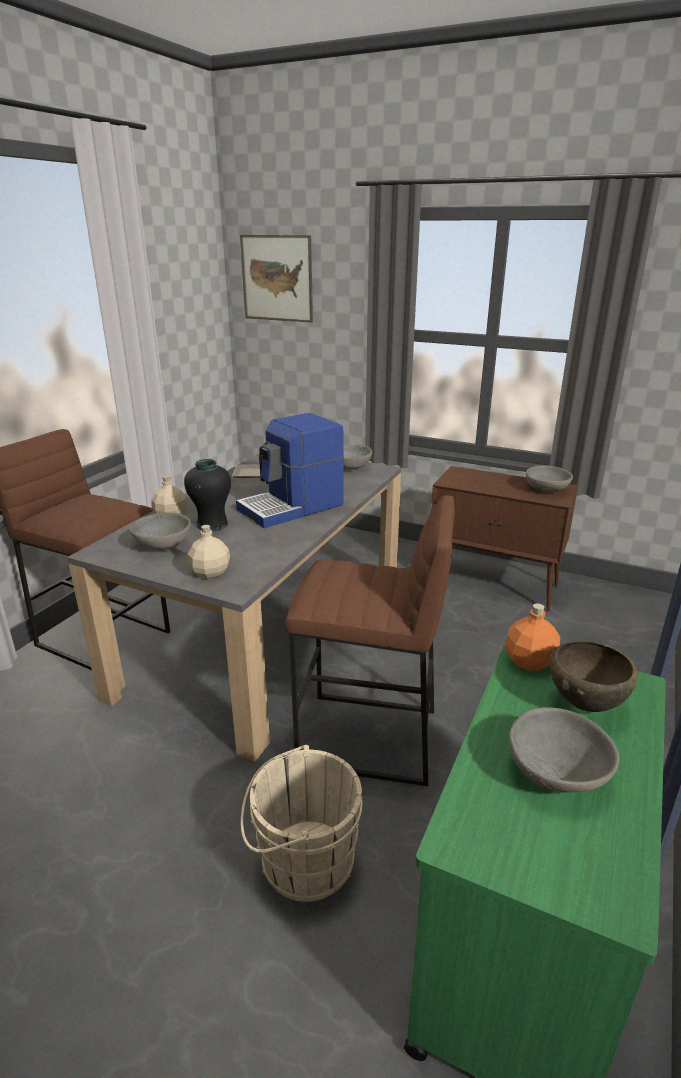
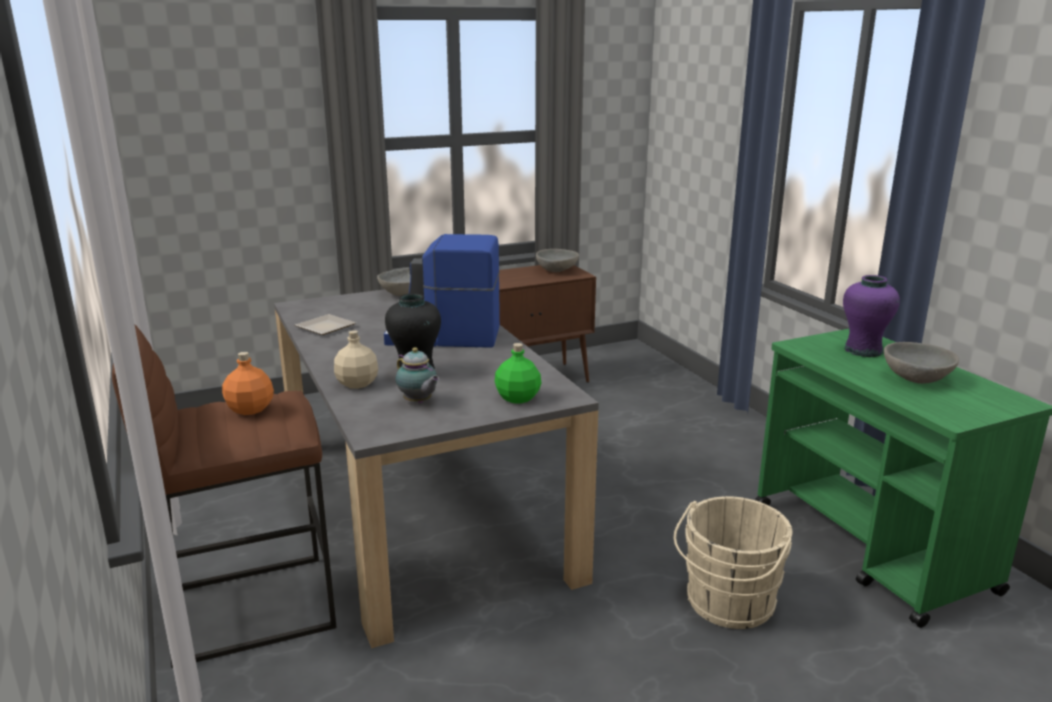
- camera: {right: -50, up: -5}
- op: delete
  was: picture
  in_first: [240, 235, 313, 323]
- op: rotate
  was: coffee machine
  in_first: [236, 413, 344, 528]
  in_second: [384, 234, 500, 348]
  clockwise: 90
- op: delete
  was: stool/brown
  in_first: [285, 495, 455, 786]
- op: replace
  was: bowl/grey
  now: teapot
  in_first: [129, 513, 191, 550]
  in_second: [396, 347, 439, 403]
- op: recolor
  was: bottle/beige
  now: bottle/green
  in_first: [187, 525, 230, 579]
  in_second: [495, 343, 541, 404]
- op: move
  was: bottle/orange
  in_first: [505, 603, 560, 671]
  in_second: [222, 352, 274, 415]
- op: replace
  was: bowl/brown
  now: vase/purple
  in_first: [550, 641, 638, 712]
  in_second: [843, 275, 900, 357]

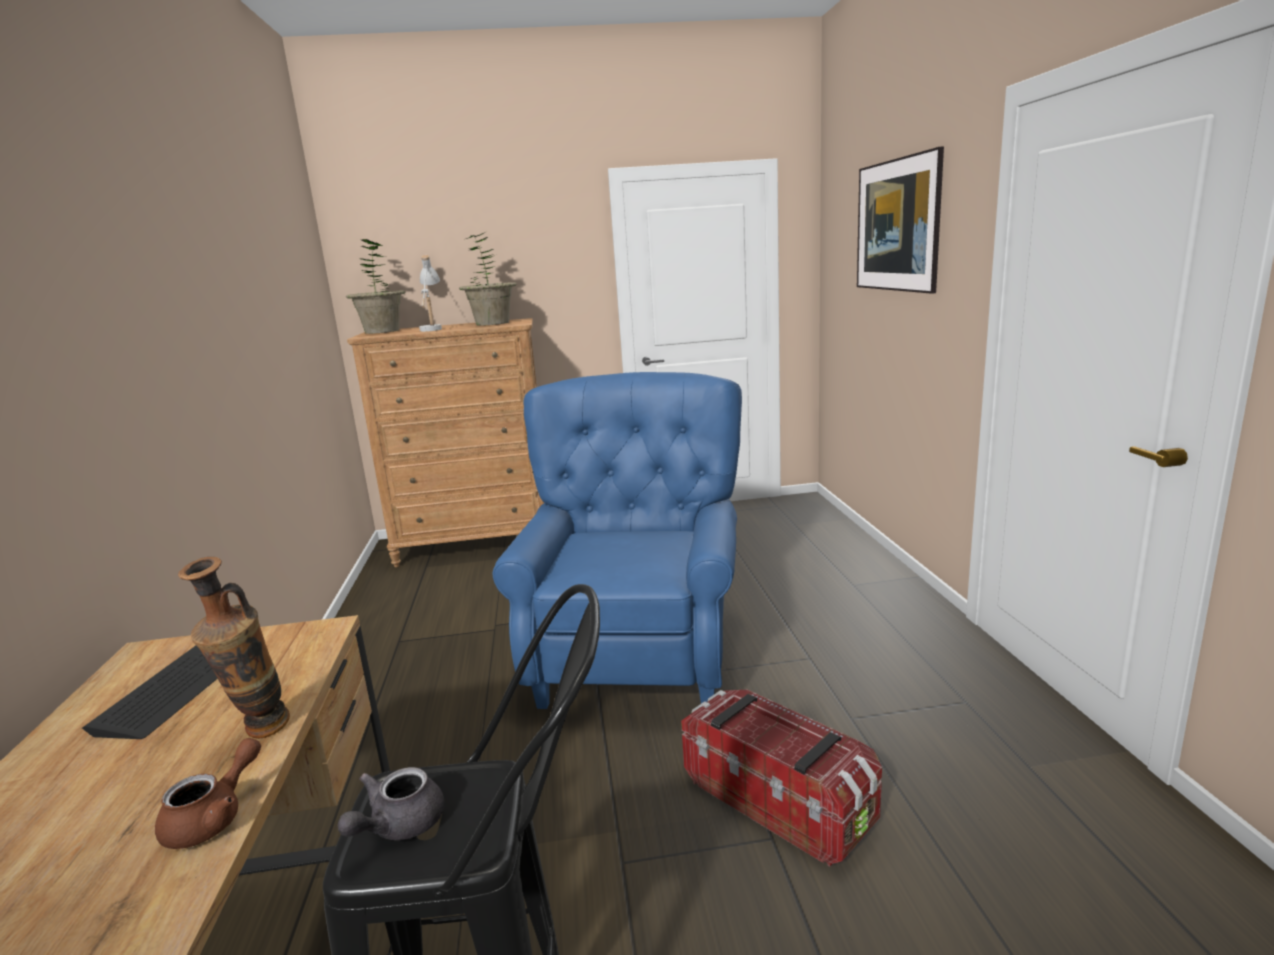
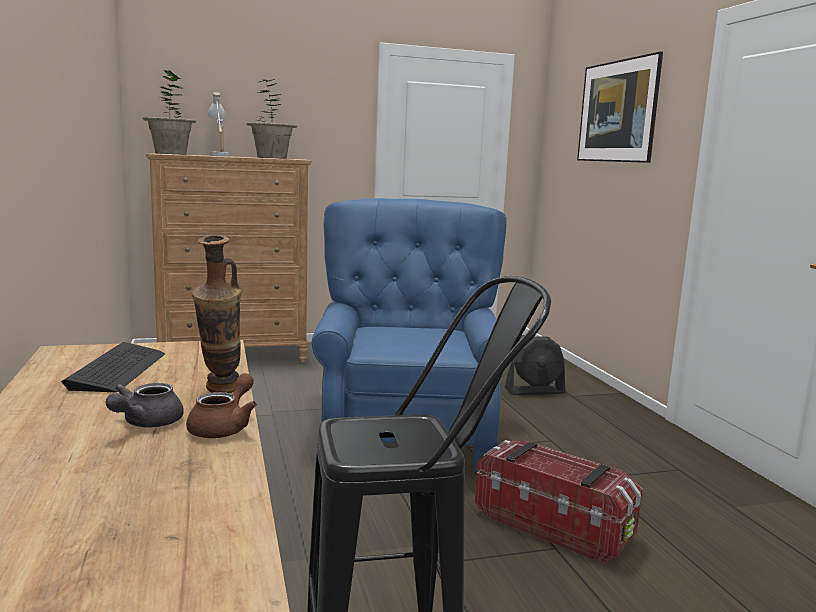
- camera: {right: -10, up: -5}
- op: move
  was: teapot/grey
  in_first: [338, 767, 445, 840]
  in_second: [105, 383, 184, 428]
- op: insert
  now: fan/black
  in_second: [504, 336, 565, 395]

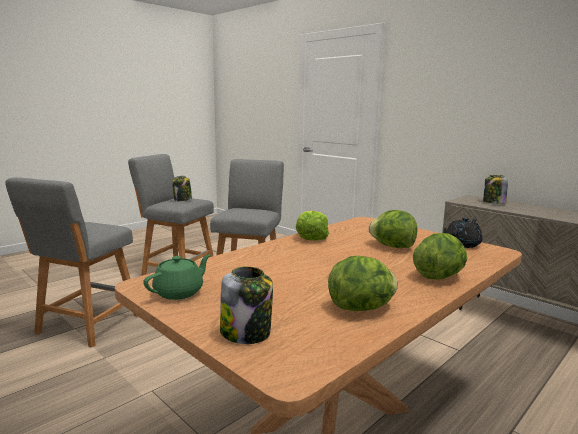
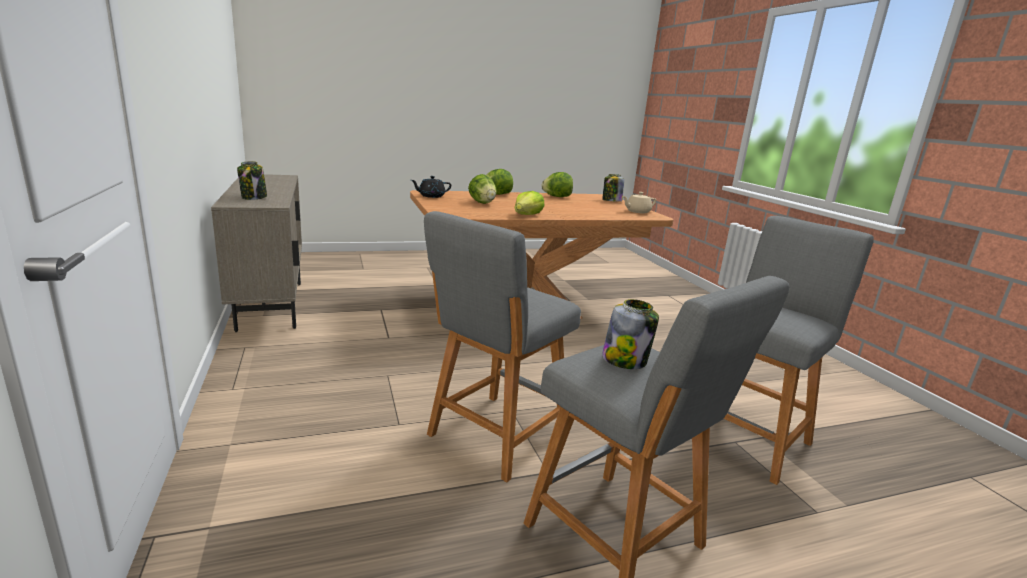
- camera: {right: -155, up: 5}
- op: recolor
  was: teapot/green
  now: teapot/beige
  in_first: [143, 254, 211, 300]
  in_second: [623, 192, 656, 213]

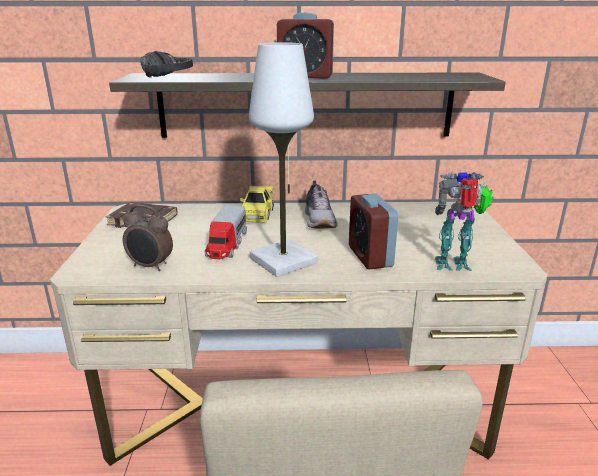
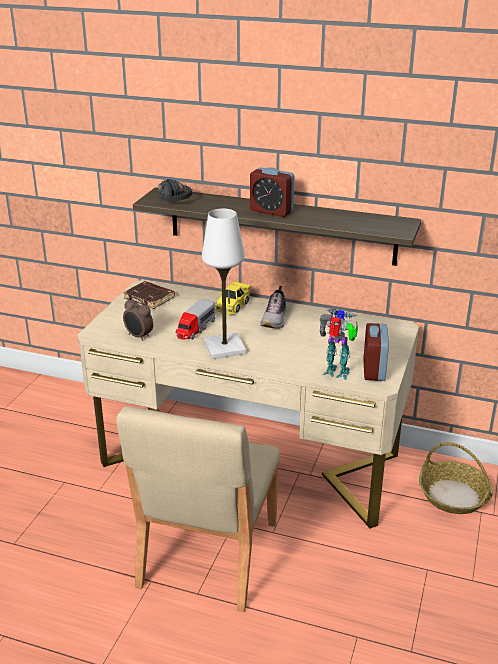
- camera: {right: 20, up: 5}
- op: move
  was: alarm clock
  in_first: [349, 193, 398, 269]
  in_second: [364, 323, 389, 381]
- op: insert
  now: basket
  in_second: [419, 442, 493, 514]

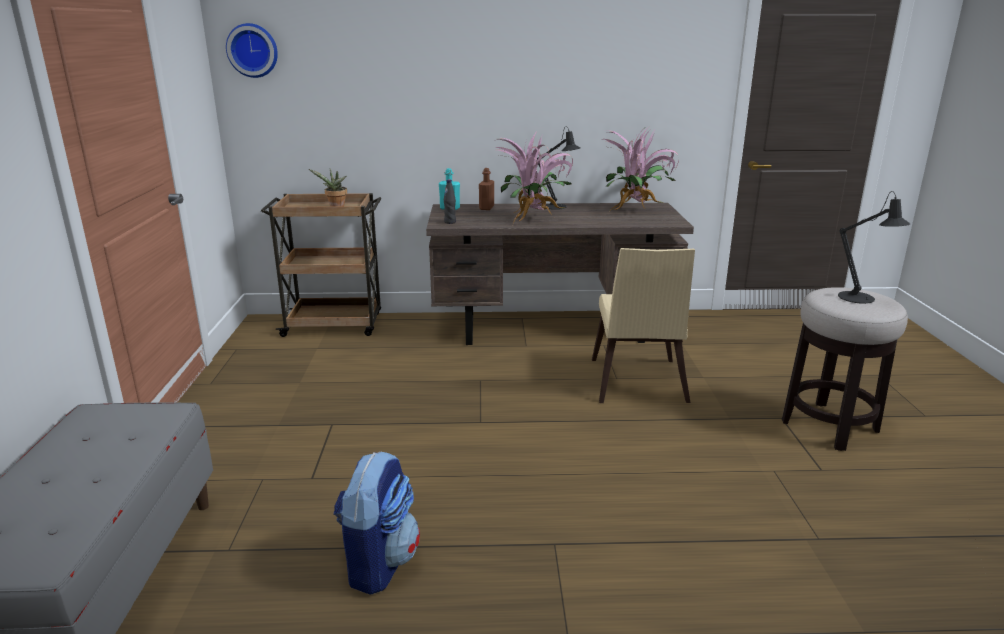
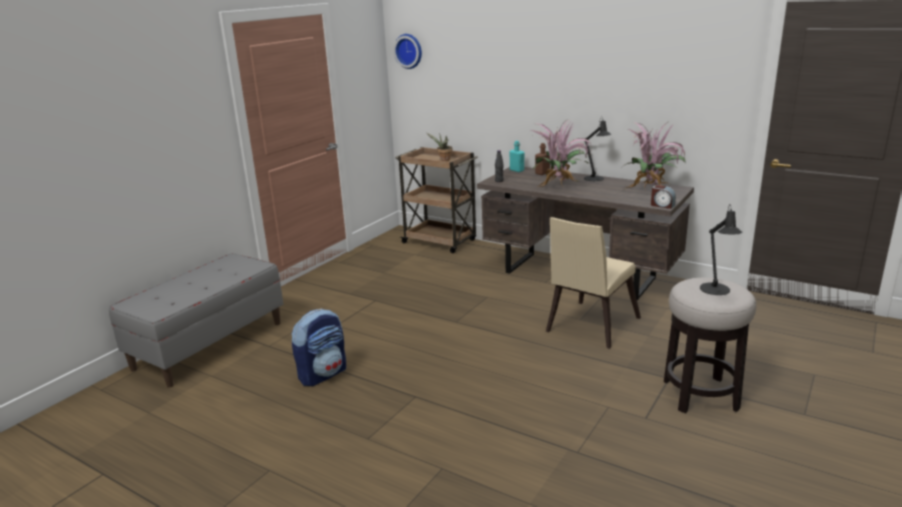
- camera: {right: 35, up: 0}
- op: insert
  now: alarm clock
  in_second: [651, 185, 676, 209]

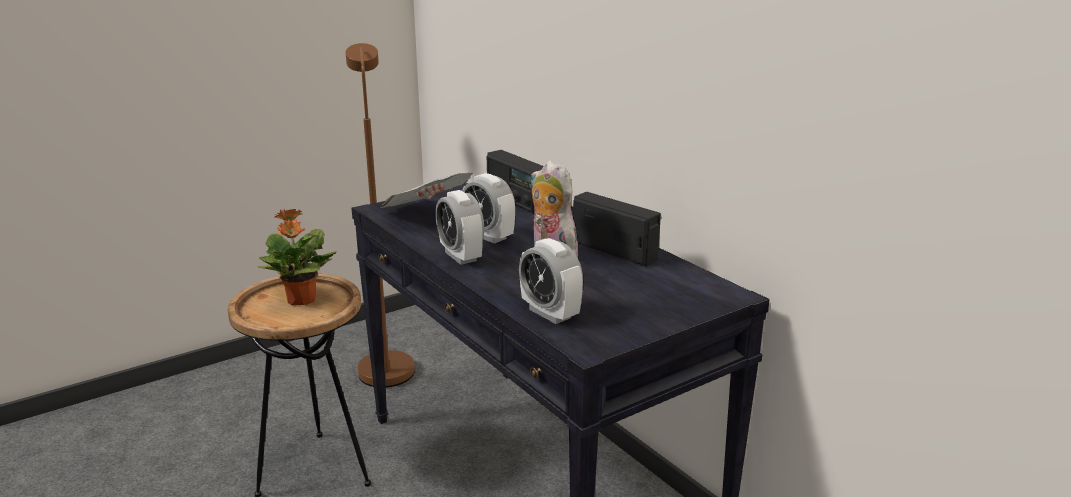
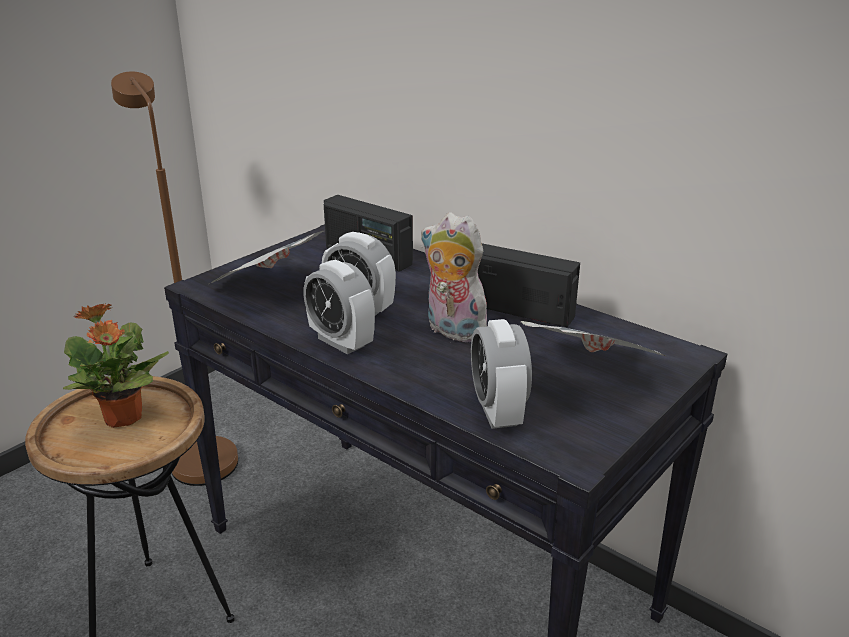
- camera: {right: -15, up: 5}
- op: rotate
  was: alarm clock
  in_first: [519, 238, 583, 324]
  in_second: [471, 319, 532, 429]
  clockwise: 45
- op: insert
  now: newspaper
  in_second: [521, 321, 666, 356]

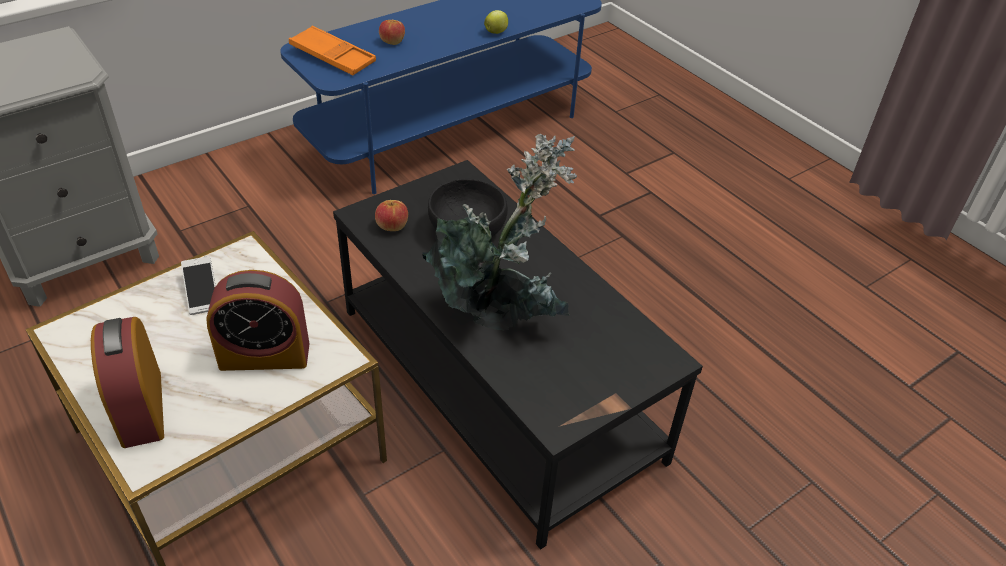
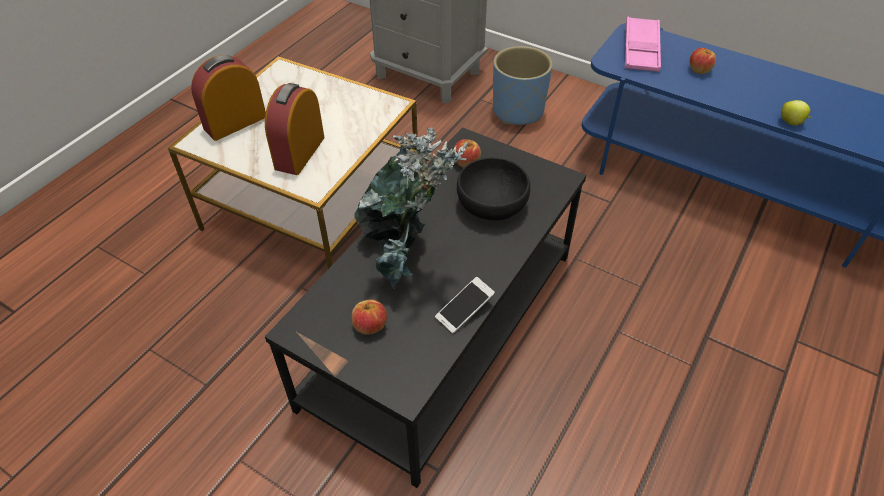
- camera: {right: 70, up: 5}
- op: recolor
  was: tray/orange
  now: tray/pink
  in_first: [289, 26, 376, 75]
  in_second: [625, 17, 661, 72]
- op: move
  was: phone
  in_first: [181, 256, 216, 315]
  in_second: [435, 277, 495, 334]
- op: rotate
  was: alarm clock
  in_first: [206, 270, 310, 371]
  in_second: [265, 83, 324, 175]
  clockwise: 45
- op: insert
  now: planter/blue
  in_second: [493, 46, 553, 125]
- op: insert
  now: apple
  in_second: [352, 300, 387, 335]

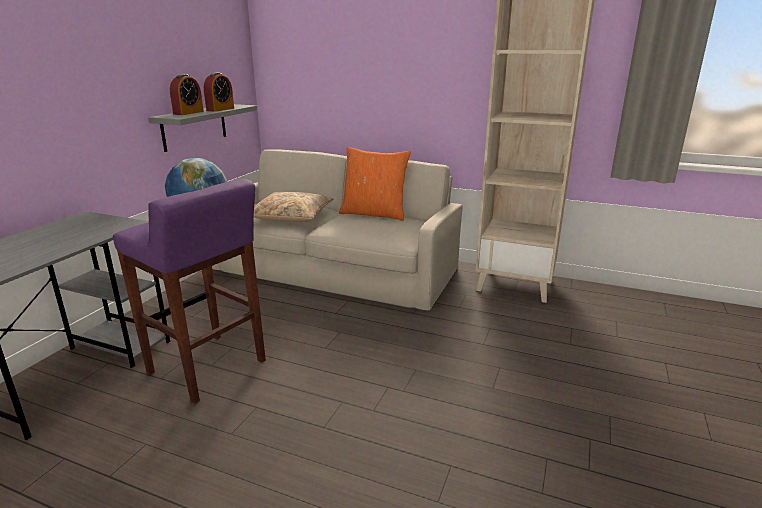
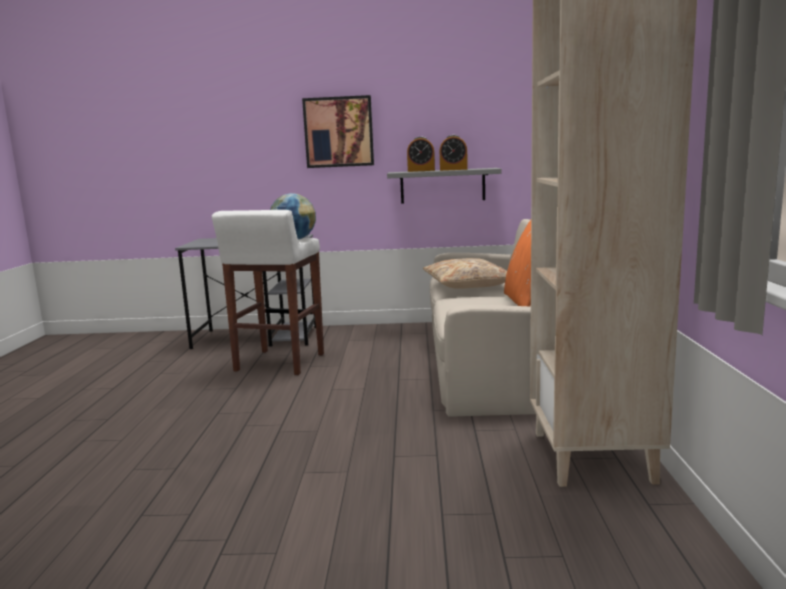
- camera: {right: 70, up: -10}
- op: recolor
  was: stool/purple
  now: stool/white
  in_first: [113, 179, 266, 404]
  in_second: [212, 210, 324, 375]
- op: insert
  now: picture
  in_second: [302, 95, 374, 168]

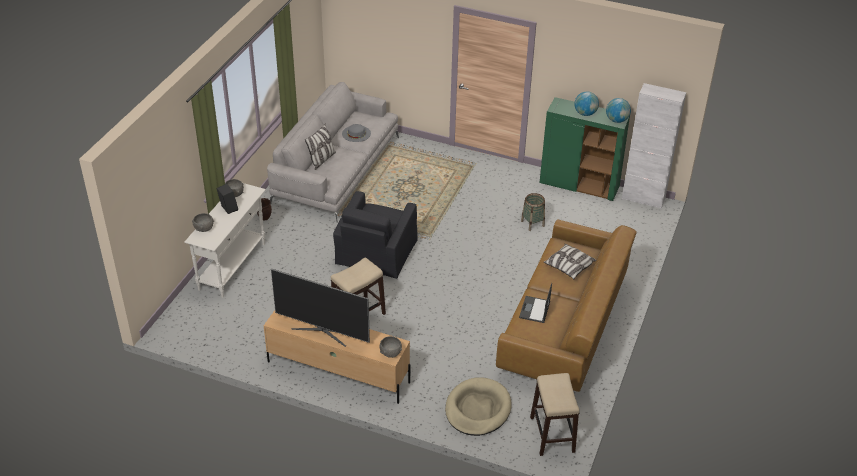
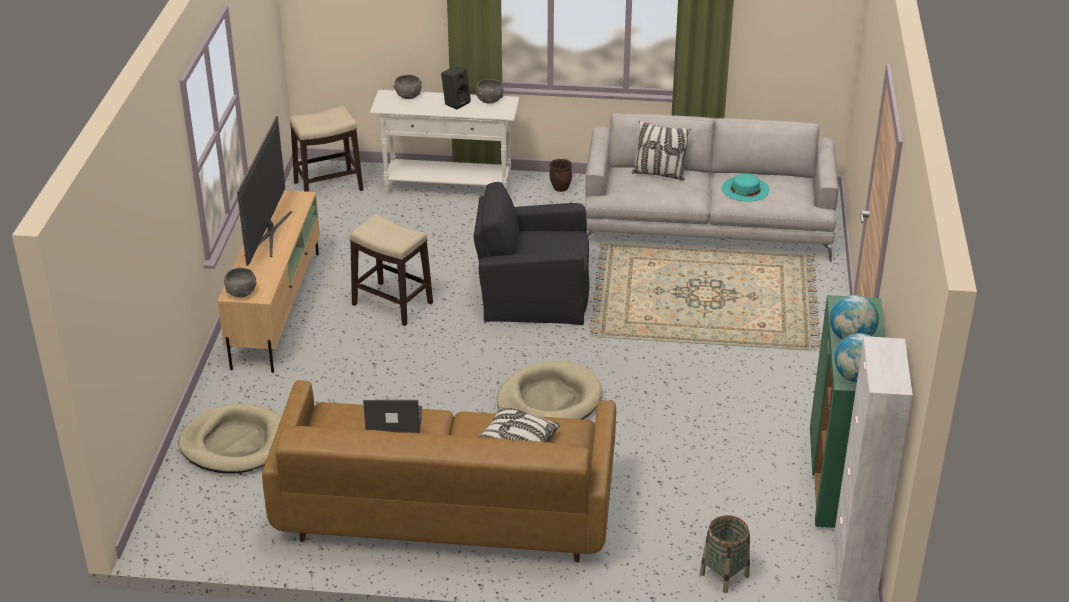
- camera: {right: 75, up: -5}
- op: recolor
  was: hat/grey
  now: hat/turquoise
  in_first: [342, 124, 371, 142]
  in_second: [722, 173, 770, 202]
- op: move
  was: basket
  in_first: [521, 193, 545, 231]
  in_second: [700, 515, 750, 593]
- op: move
  was: stool
  in_first: [530, 373, 580, 456]
  in_second: [289, 106, 363, 192]
- op: insert
  now: dog bed/beige
  in_second: [497, 361, 602, 419]

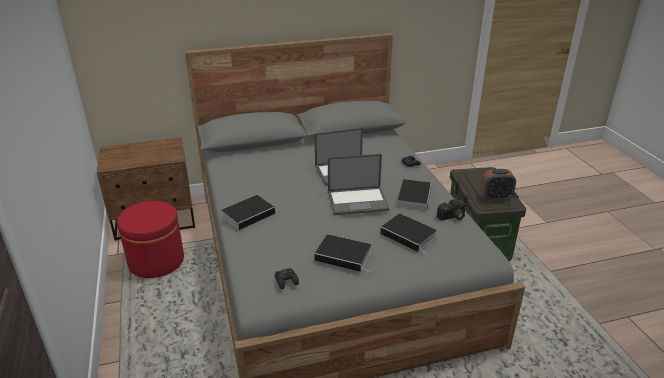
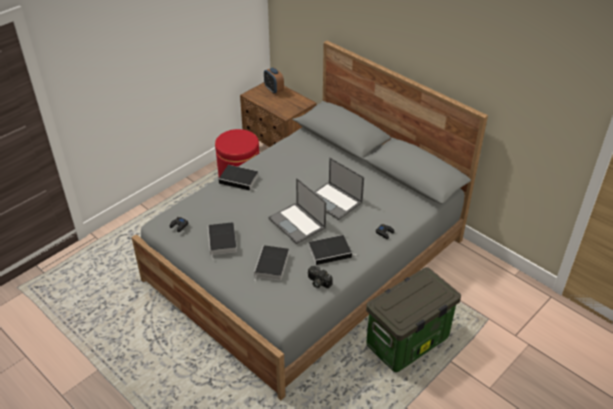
- camera: {right: 60, up: 10}
- op: move
  was: alarm clock
  in_first: [481, 169, 516, 201]
  in_second: [264, 67, 284, 94]

